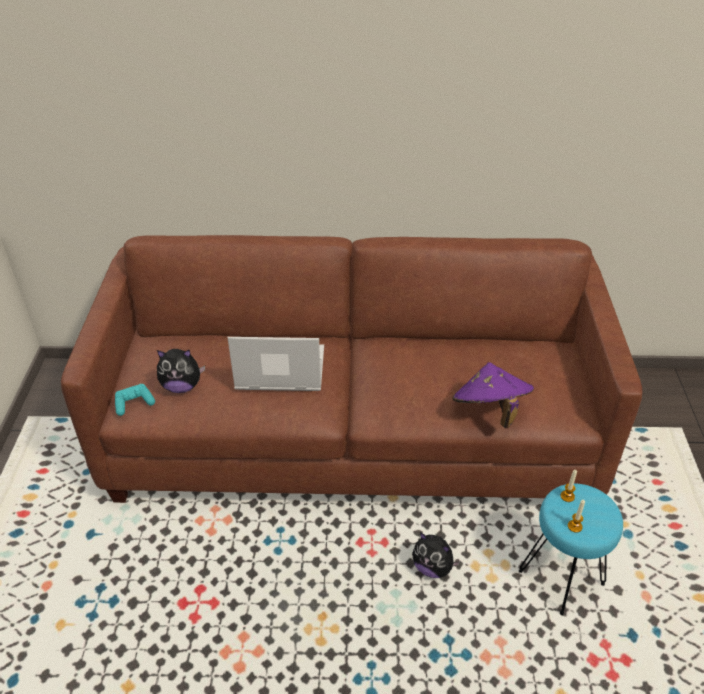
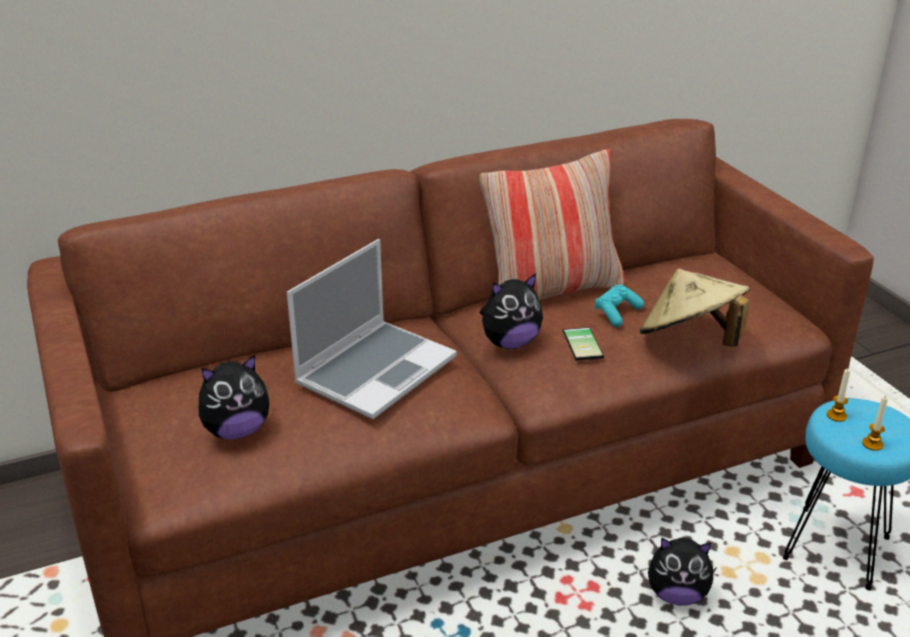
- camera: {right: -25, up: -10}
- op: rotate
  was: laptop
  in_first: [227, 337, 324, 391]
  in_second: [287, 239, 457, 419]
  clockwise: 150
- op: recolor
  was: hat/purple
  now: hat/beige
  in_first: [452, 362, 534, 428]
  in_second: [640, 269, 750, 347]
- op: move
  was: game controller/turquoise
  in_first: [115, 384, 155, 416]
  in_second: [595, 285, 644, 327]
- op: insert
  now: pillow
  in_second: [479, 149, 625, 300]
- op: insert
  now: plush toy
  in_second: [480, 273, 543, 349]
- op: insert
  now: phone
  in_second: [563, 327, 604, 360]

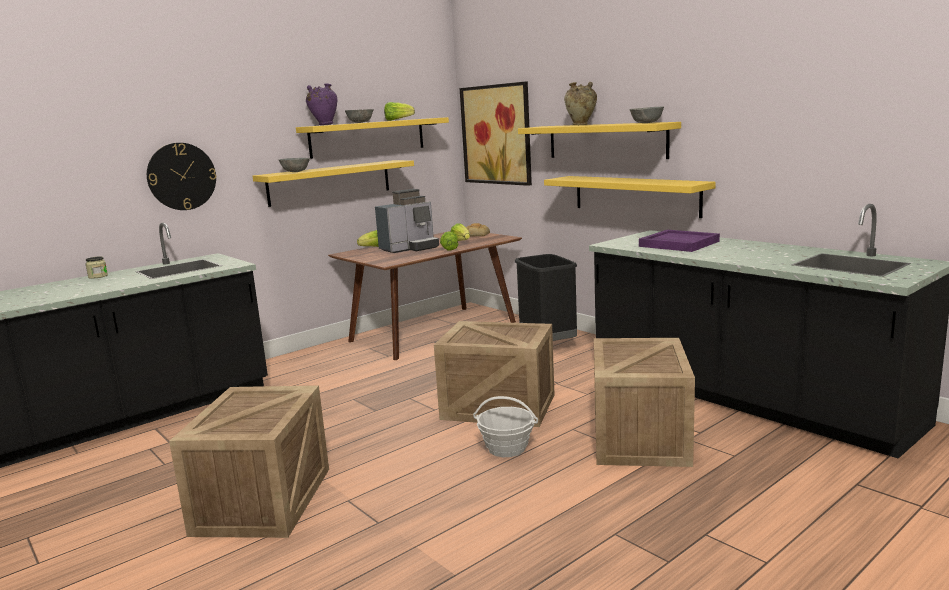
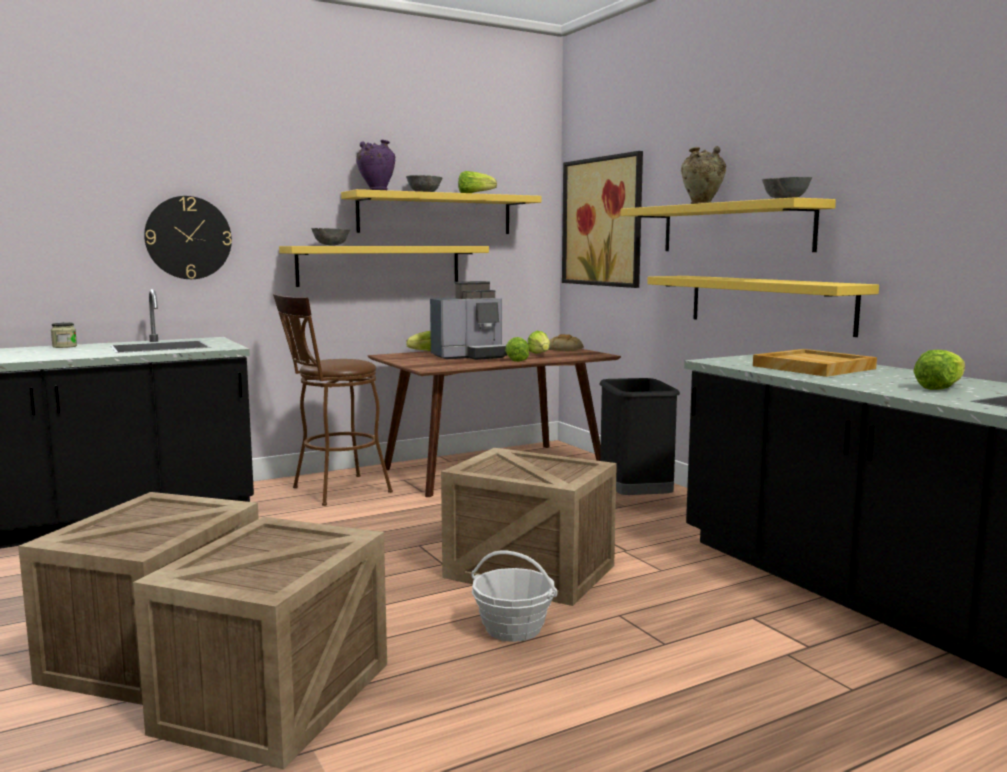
- camera: {right: 10, up: -5}
- op: recolor
  was: tray/purple
  now: tray/beige
  in_first: [639, 230, 720, 252]
  in_second: [753, 349, 877, 377]
- op: move
  was: crate
  in_first: [594, 338, 695, 467]
  in_second: [133, 517, 387, 769]
- op: insert
  now: stool/brown
  in_second: [273, 293, 393, 506]
- op: insert
  now: lettuce
  in_second: [913, 350, 965, 390]

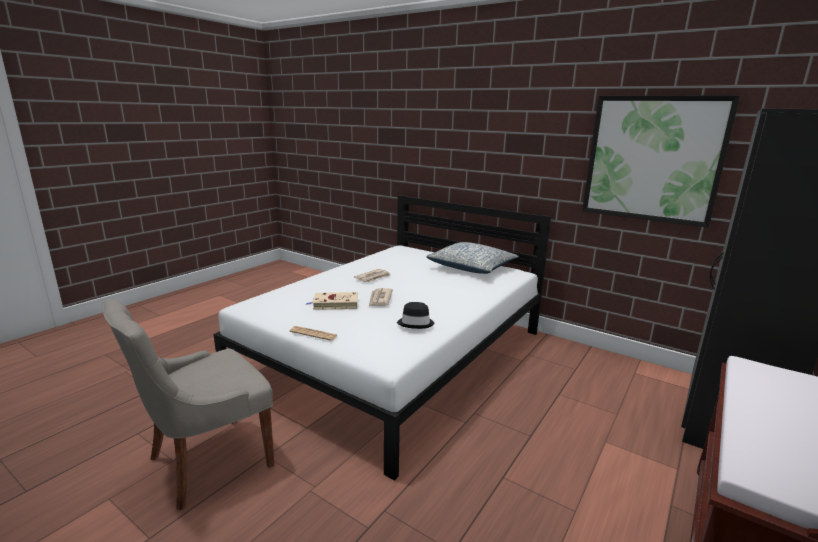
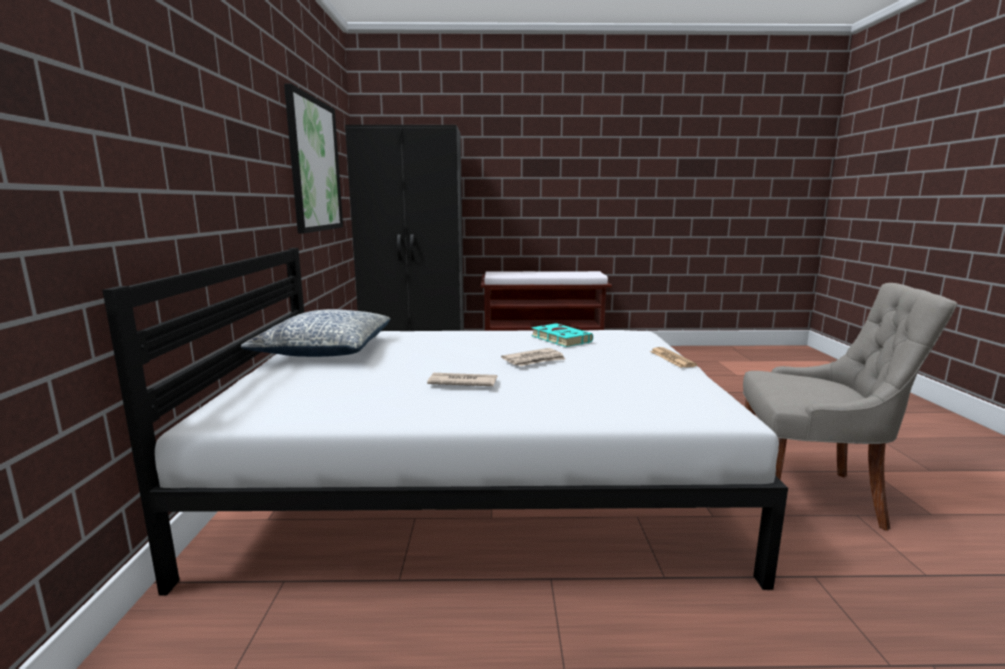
- camera: {right: -125, up: -5}
- op: delete
  was: book/beige
  in_first: [306, 292, 358, 310]
- op: replace
  was: hat/black
  now: book/turquoise
  in_first: [397, 302, 434, 329]
  in_second: [531, 323, 593, 347]

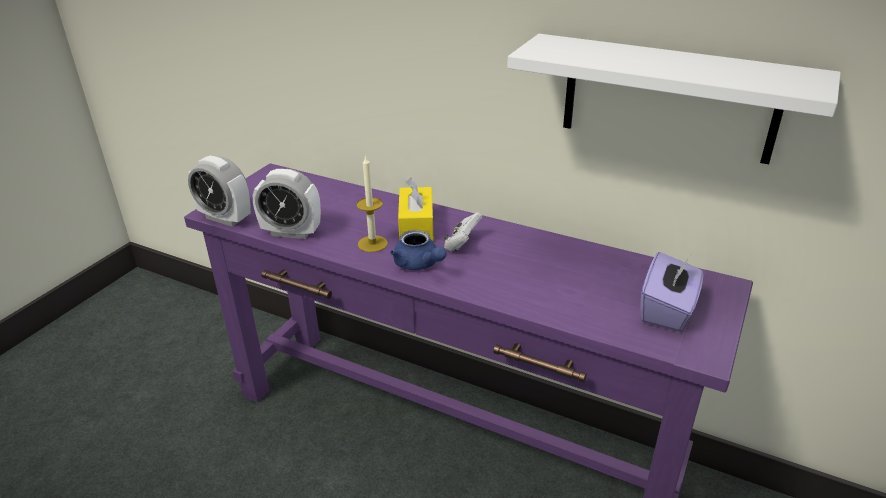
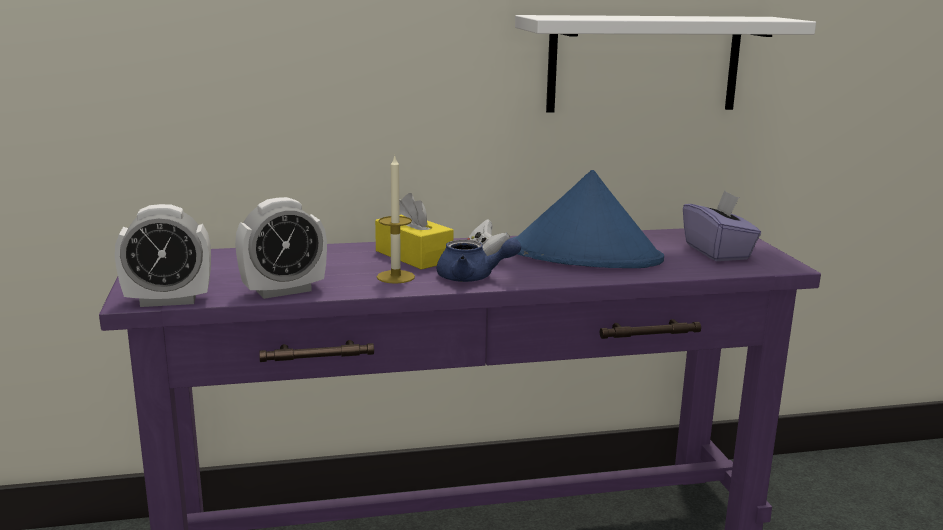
- camera: {right: -40, up: -15}
- op: insert
  now: hat/blue
  in_second: [513, 170, 664, 268]

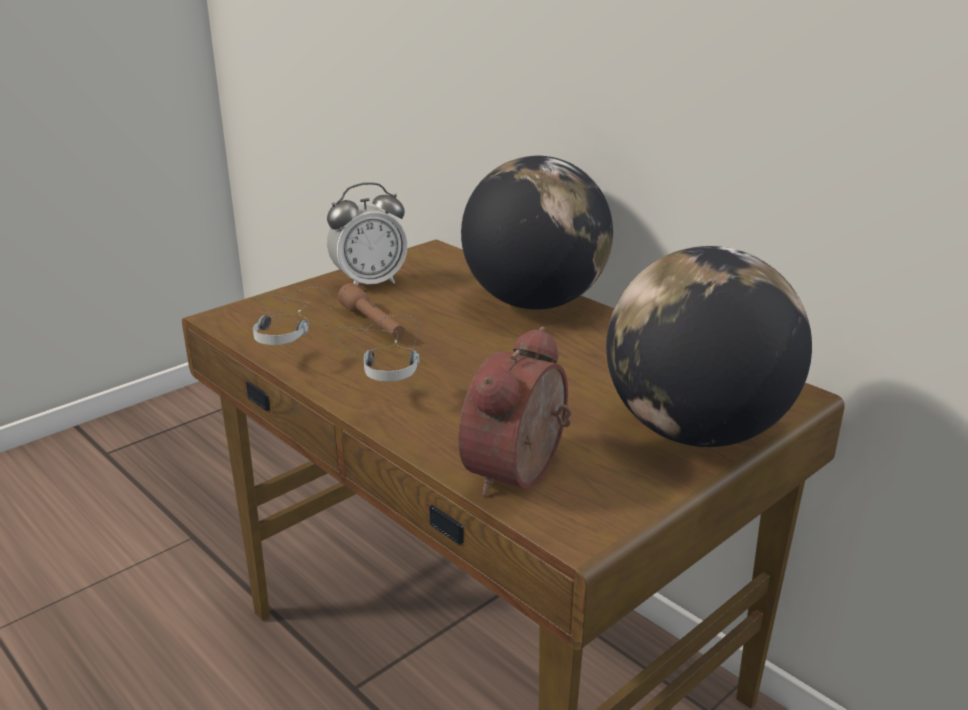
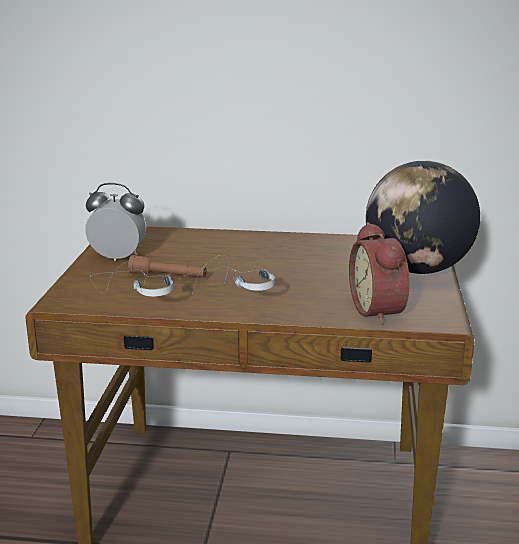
- camera: {right: -40, up: -5}
- op: delete
  was: globe
  in_first: [461, 156, 613, 310]
- op: rotate
  was: alarm clock
  in_first: [327, 182, 408, 285]
  in_second: [85, 183, 146, 261]
  clockwise: -105

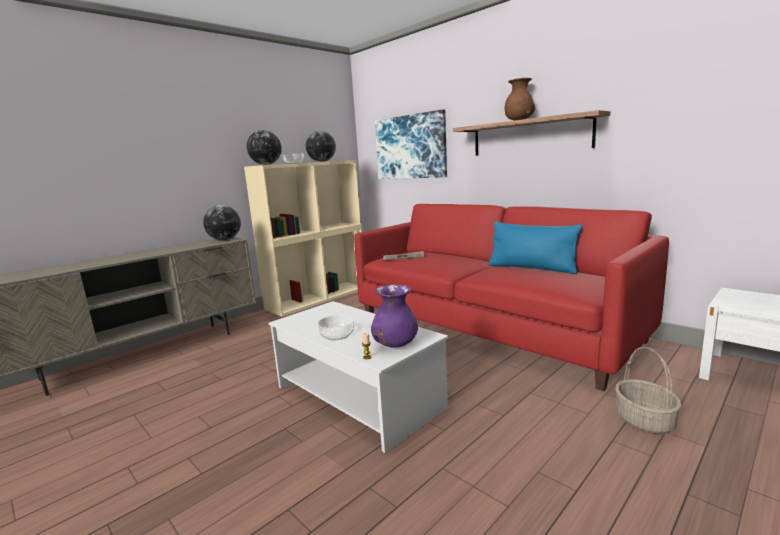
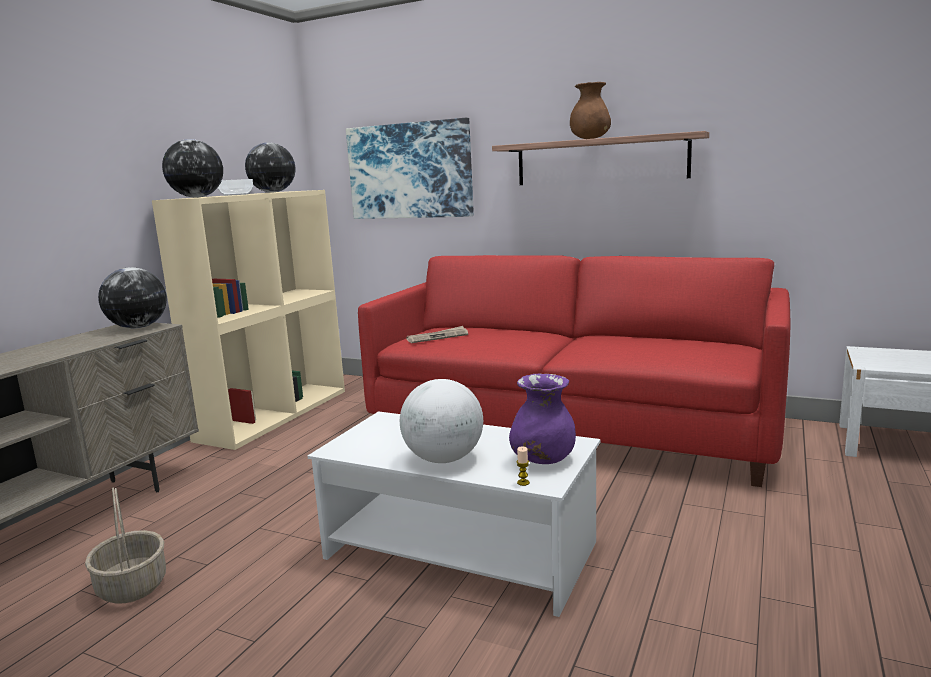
- camera: {right: -20, up: 0}
- op: delete
  was: pillow/blue
  in_first: [488, 222, 583, 274]
- op: replace
  was: bowl
  now: globe
  in_first: [318, 315, 354, 340]
  in_second: [400, 379, 483, 463]
- op: move
  was: basket
  in_first: [615, 347, 682, 434]
  in_second: [85, 488, 166, 604]

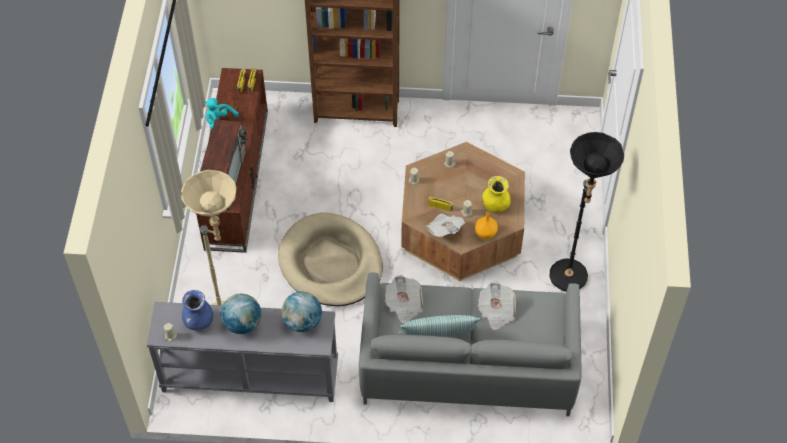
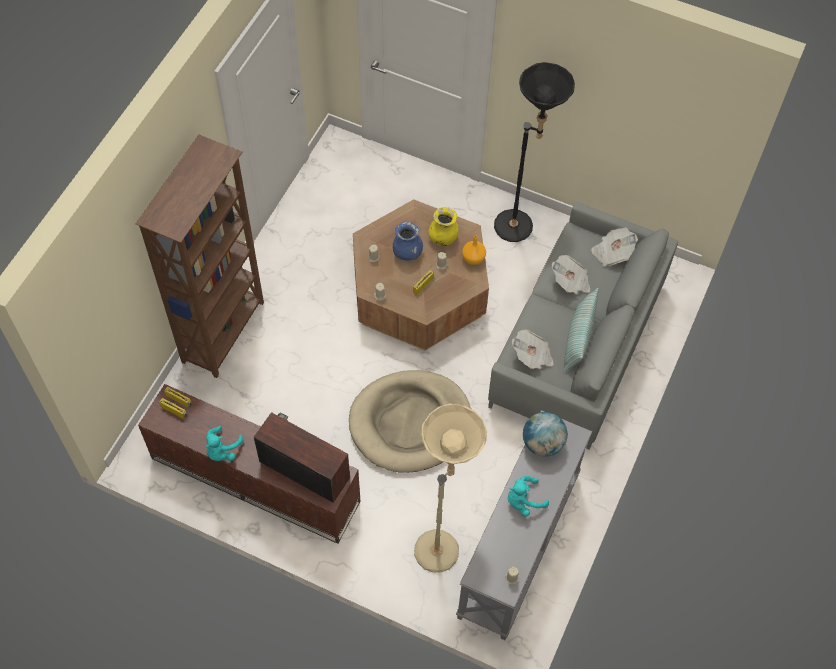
- camera: {right: -70, up: 5}
- op: move
  was: newspaper
  in_first: [426, 214, 465, 237]
  in_second: [591, 228, 638, 267]
- op: move
  was: vase/blue
  in_first: [182, 290, 213, 330]
  in_second: [393, 222, 423, 261]
- op: replace
  was: globe
  now: plush toy/turquoise
  in_first: [221, 294, 261, 334]
  in_second: [508, 476, 549, 516]

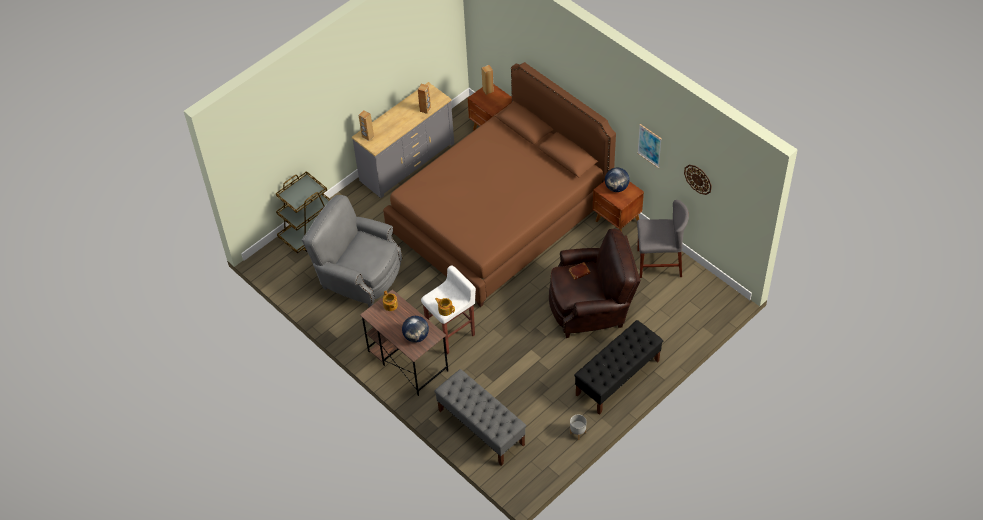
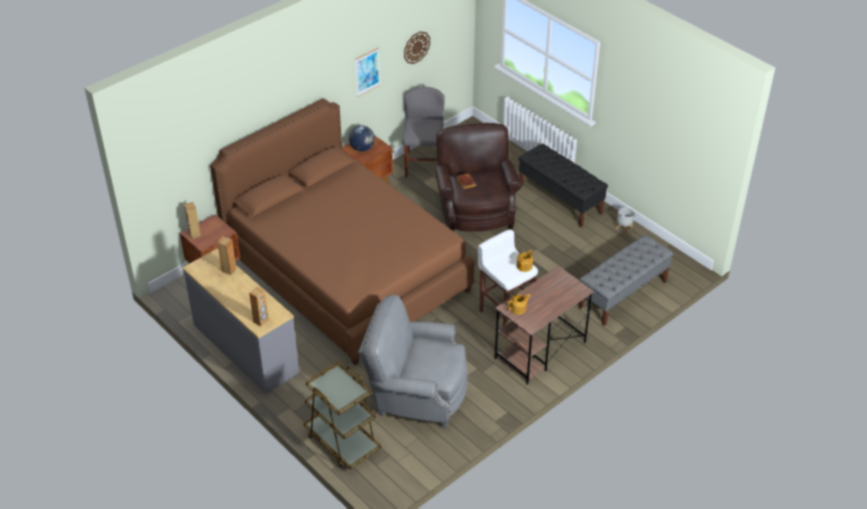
- camera: {right: -90, up: -10}
- op: rotate
  was: armchair/grey
  in_first: [302, 195, 402, 307]
  in_second: [358, 295, 468, 429]
  clockwise: 75
- op: delete
  was: globe
  in_first: [402, 316, 429, 343]

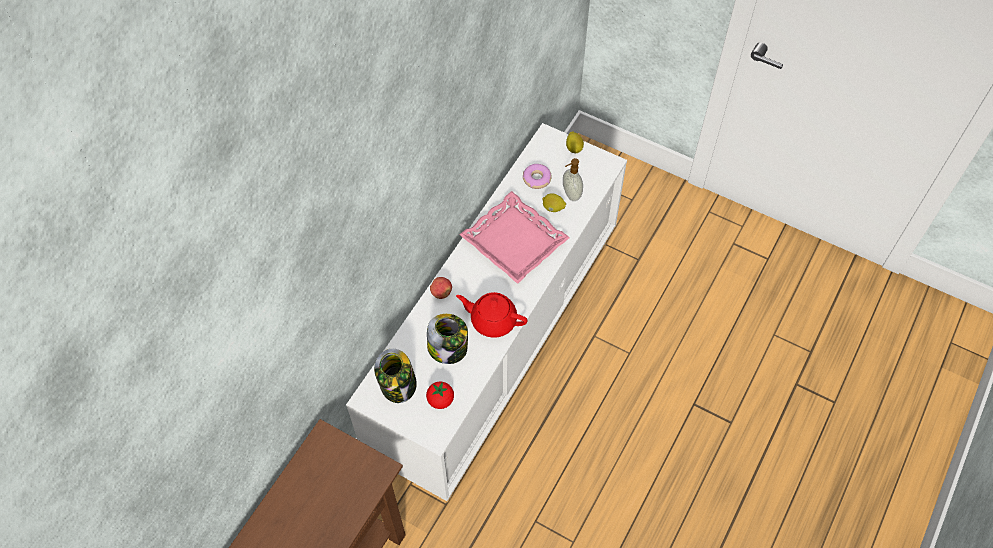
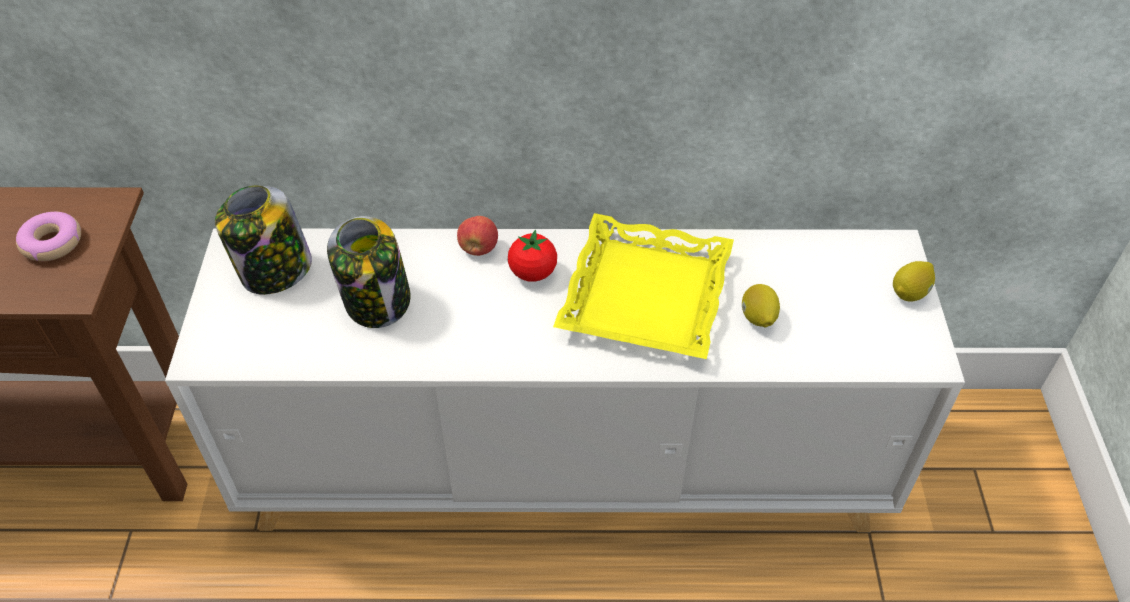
- camera: {right: 60, up: -10}
- op: delete
  was: soap dispenser
  in_first: [563, 158, 583, 201]
- op: move
  was: donut
  in_first: [523, 164, 552, 189]
  in_second: [16, 212, 81, 261]
- op: recolor
  was: tray/pink
  now: tray/yellow
  in_first: [459, 191, 570, 284]
  in_second: [553, 213, 734, 359]
- op: delete
  was: teapot/red
  in_first: [456, 292, 528, 338]
- op: move
  was: tomato
  in_first: [426, 381, 454, 409]
  in_second: [508, 230, 557, 282]

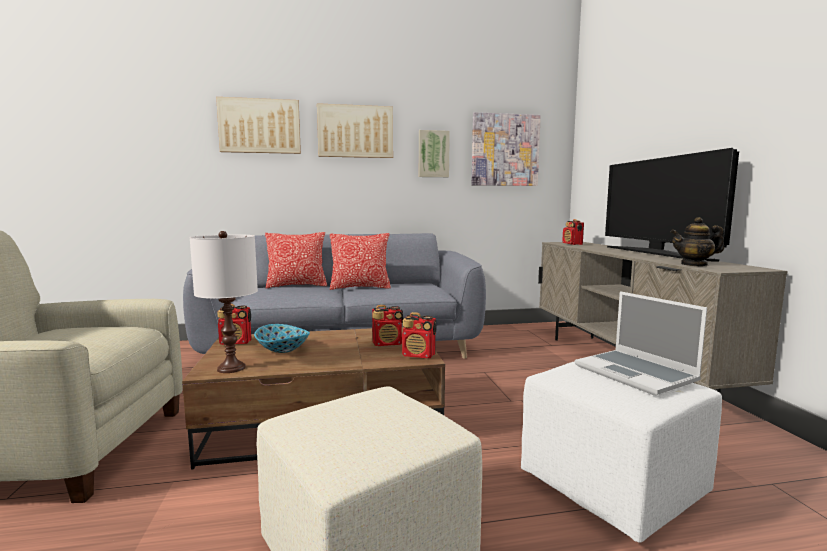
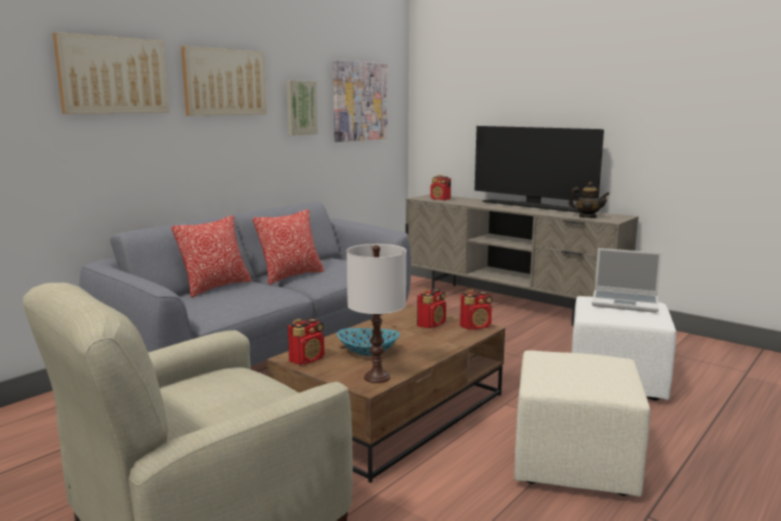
- camera: {right: -40, up: 5}
- op: rotate
  was: teapot
  in_first: [670, 217, 724, 266]
  in_second: [568, 182, 609, 218]
  clockwise: -120

